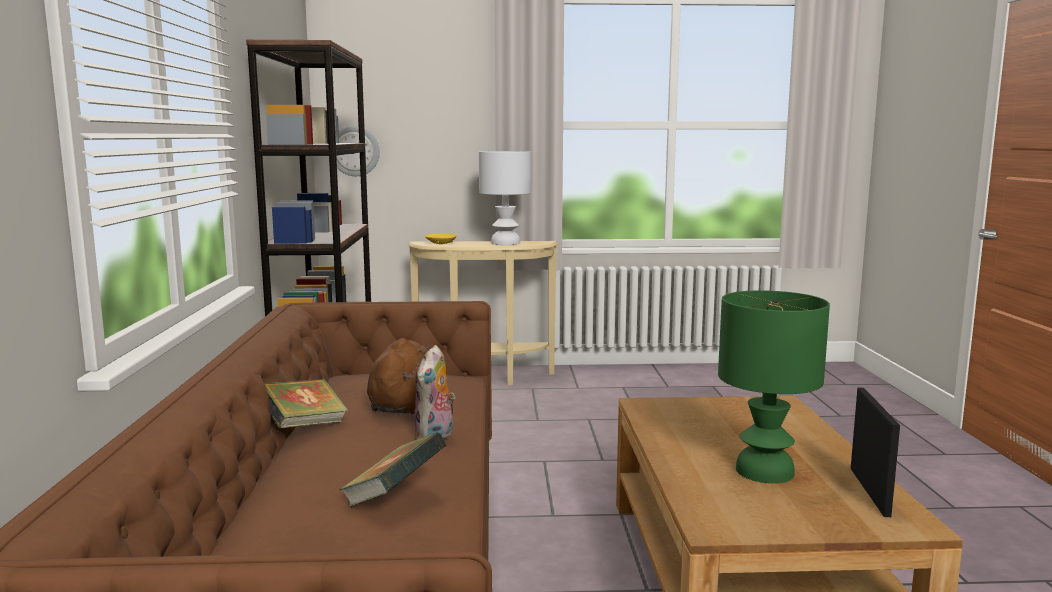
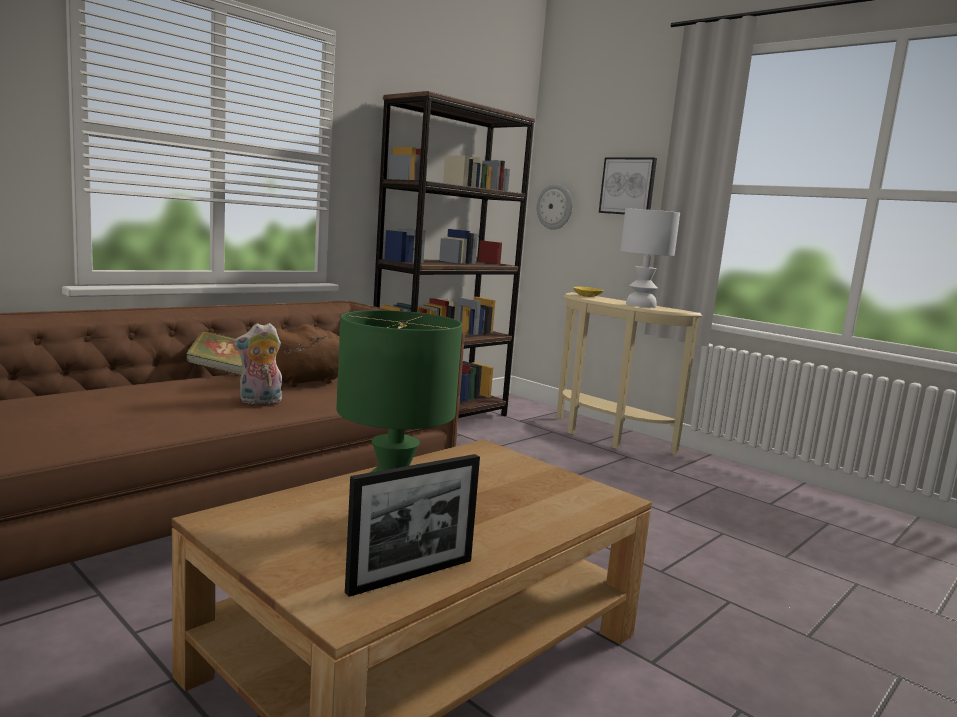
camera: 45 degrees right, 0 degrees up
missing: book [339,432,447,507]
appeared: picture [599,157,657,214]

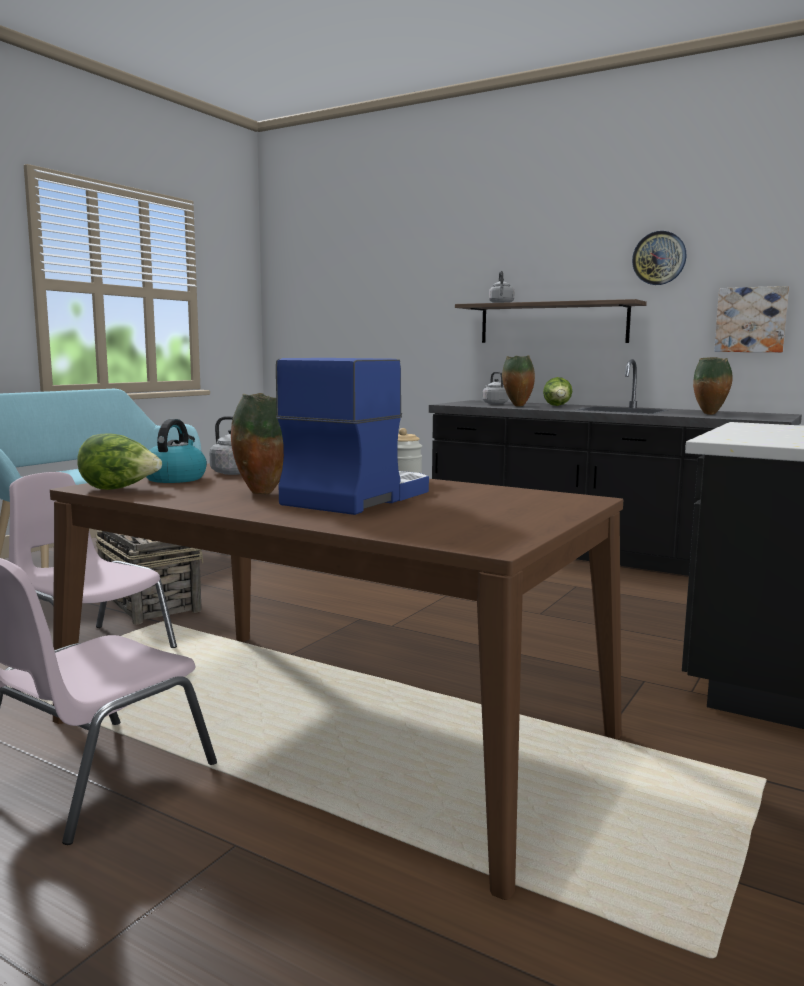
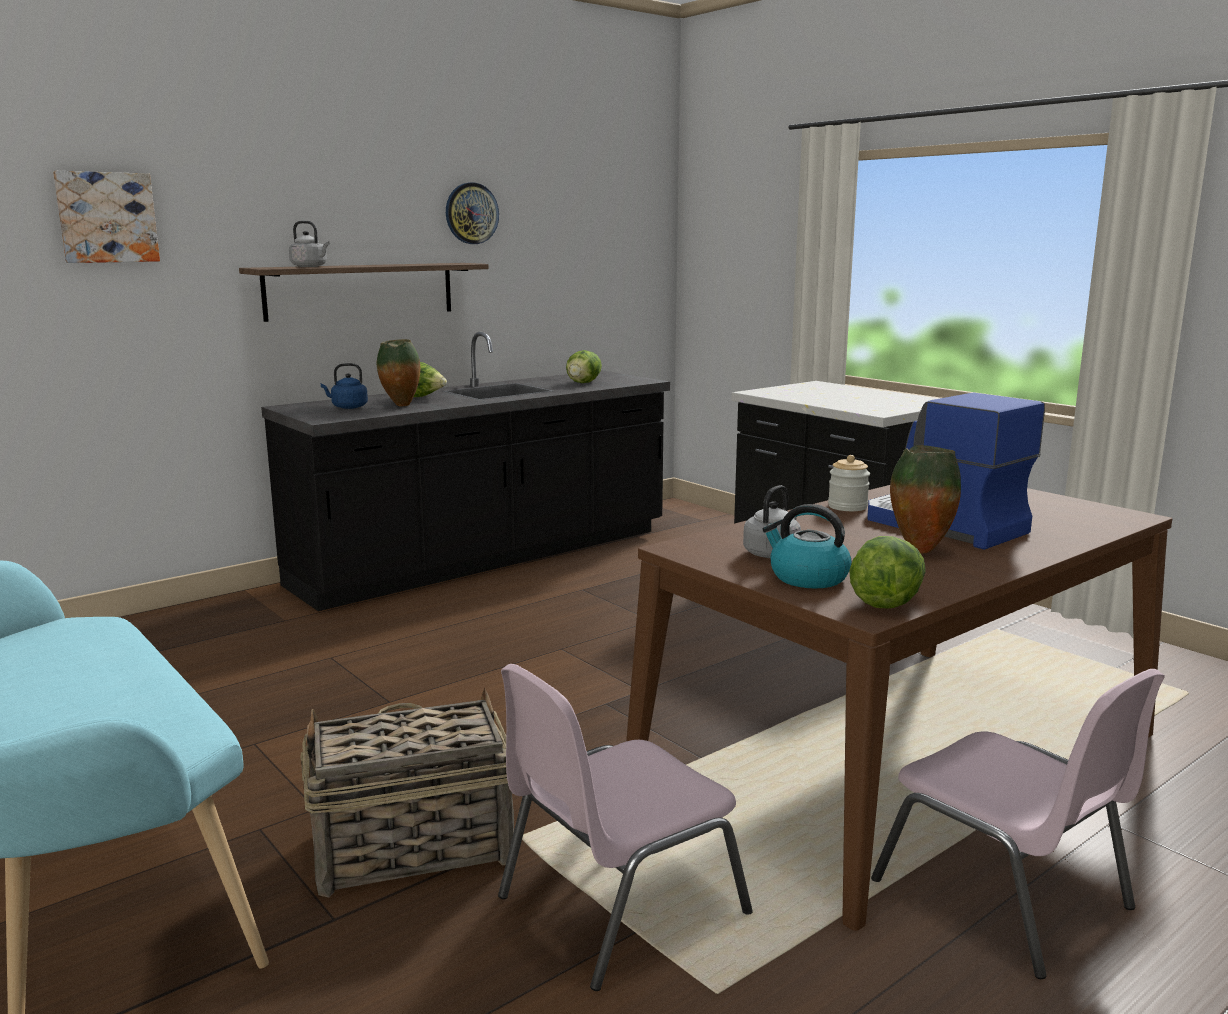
camera: 70 degrees left, 5 degrees up
relocated: picture [714,286,789,352] to [53,171,160,263]
exchanged: vase [693,357,733,415] to lettuce [566,350,602,383]
colour: kettle (grey) [483,371,509,404] to kettle (blue) [320,363,368,409]

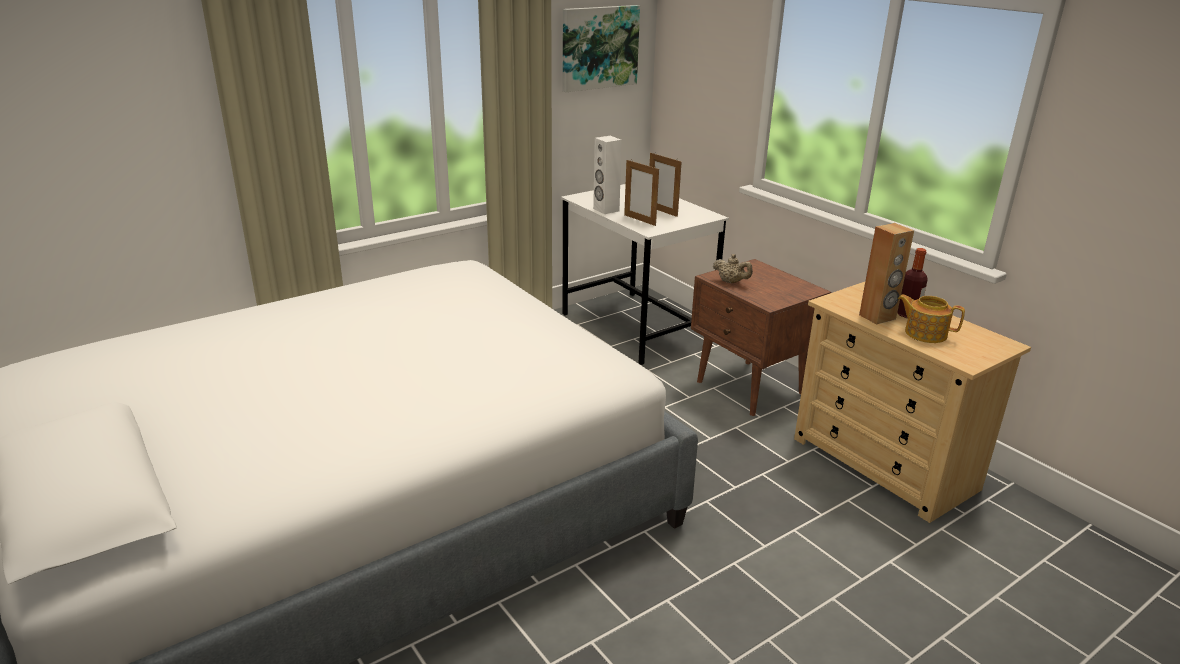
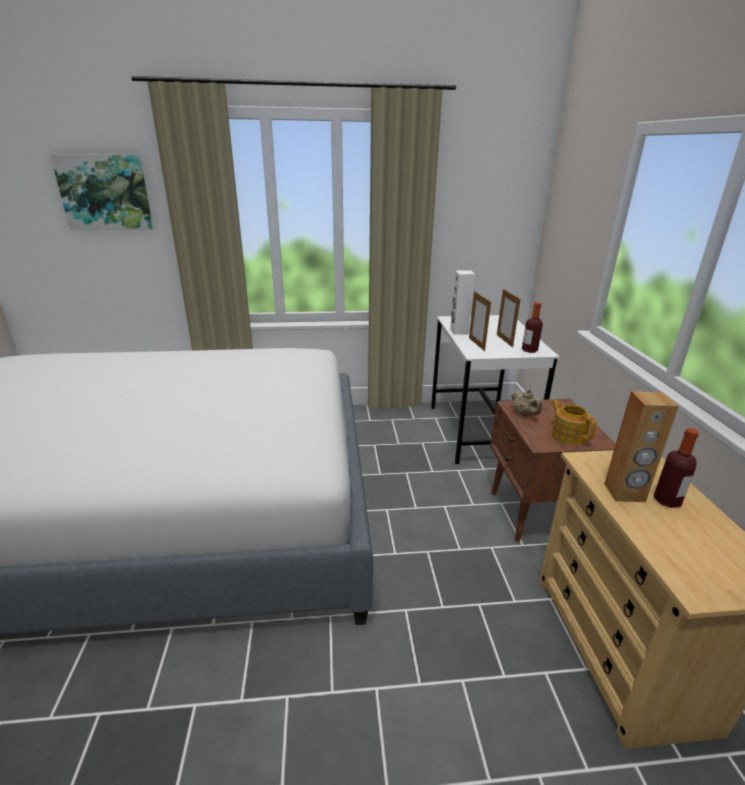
camera: 30 degrees right, 0 degrees up
appeared: bottle [522,302,543,353]
relocated: picture [563,5,640,92] to [50,154,153,230]; teapot [898,294,965,343] to [551,400,597,445]

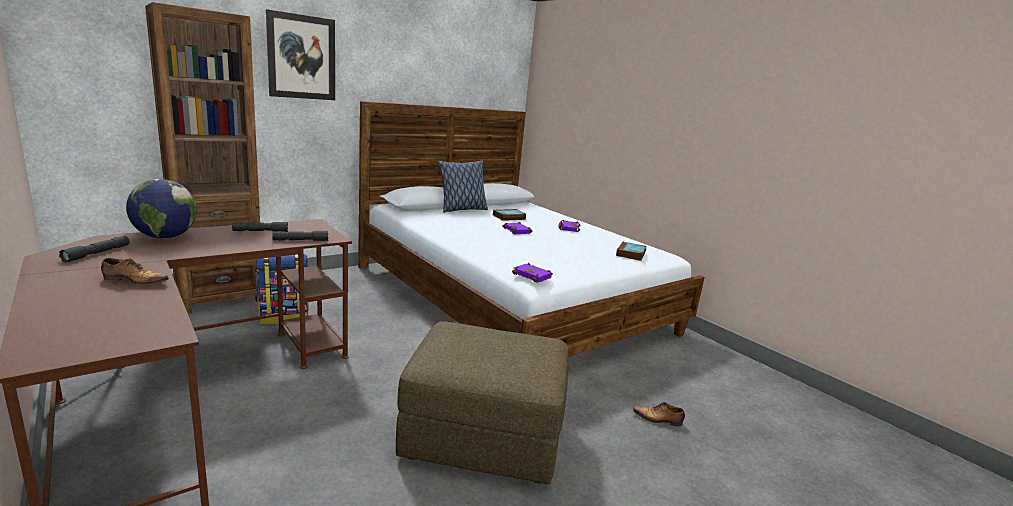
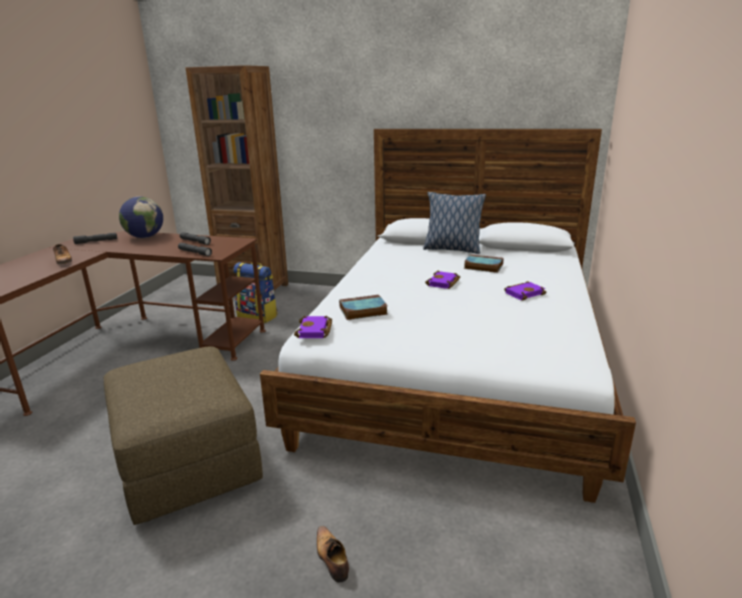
camera: 55 degrees right, 5 degrees up
missing: picture [266,9,335,100]
relocated: book [616,242,646,261] to [339,295,388,320]

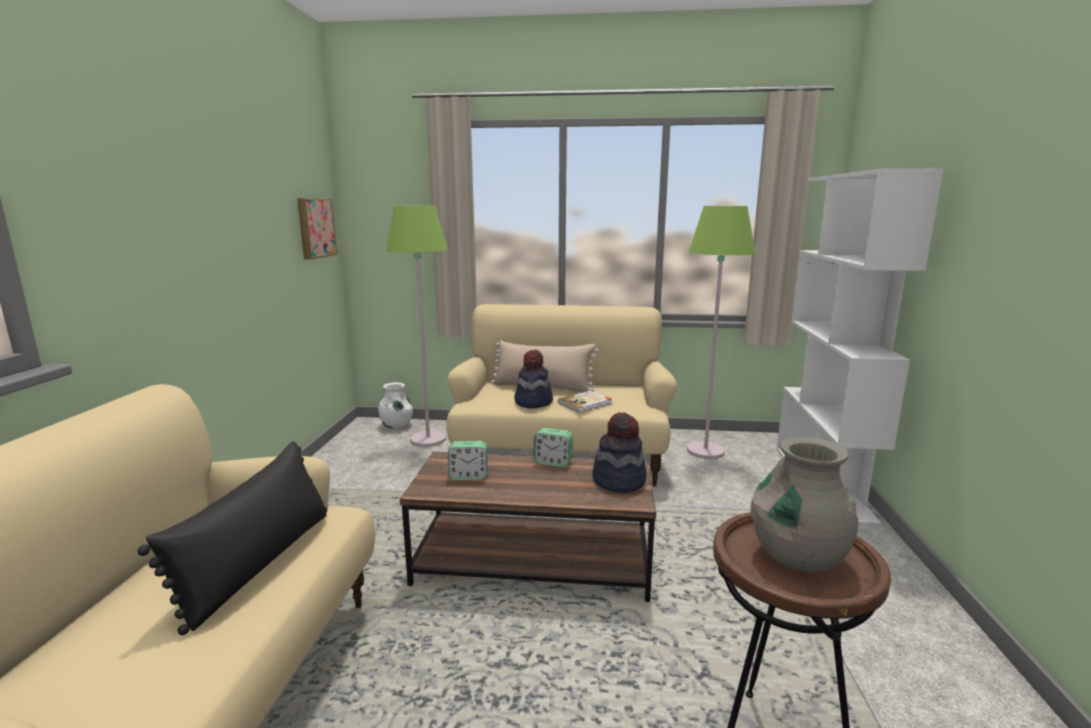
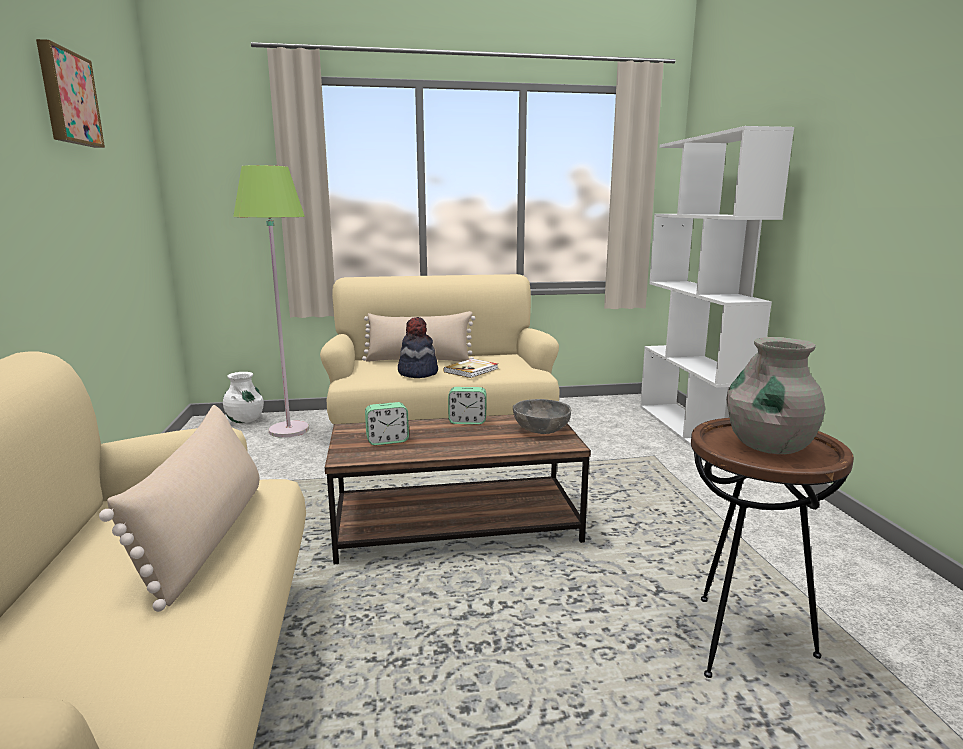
camera: 15 degrees left, 0 degrees up
missing: floor lamp (green) [687,206,755,459]
relocated: picture [297,198,337,260] to [36,39,105,148]
exchanged: hat [592,412,647,493] to bowl (grey) [513,399,571,434]
colour: pillow (black) [137,441,327,635] to pillow (beige) [99,405,260,612]

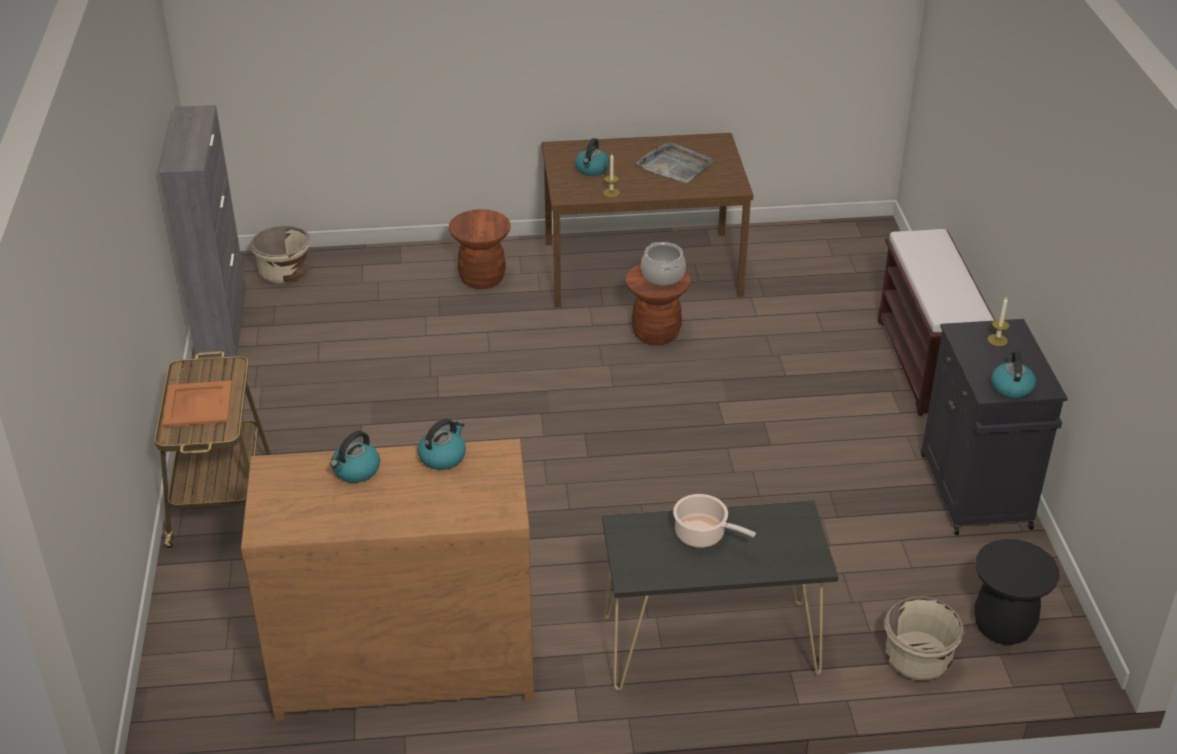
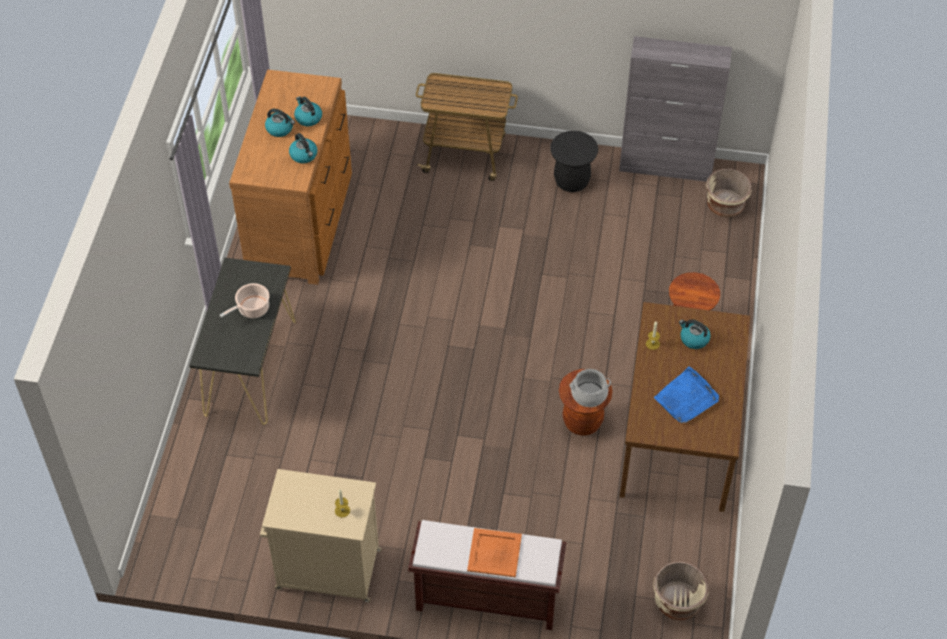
camera: 105 degrees right, 15 degrees up
relocated: kettle [991,351,1036,398] to [265,109,295,137]; tray (orange) [162,380,232,427] to [467,528,522,578]; stool (black) [974,539,1059,645] to [550,131,598,192]; planter (beige) [884,595,964,680] to [653,561,709,620]
colour: tray (grey) [636,142,713,183] to tray (blue) [654,366,719,423]; cabinet (black) [921,319,1068,535] to cabinet (beige) [260,469,382,602]

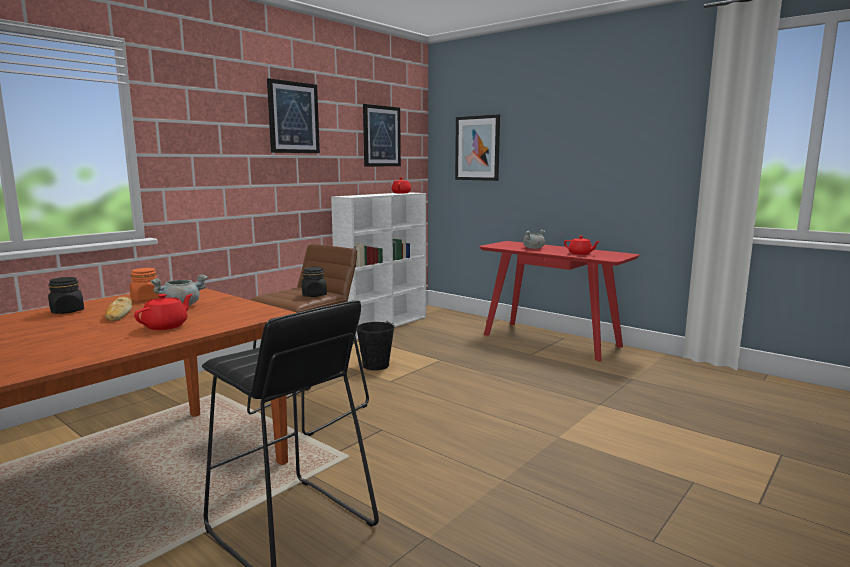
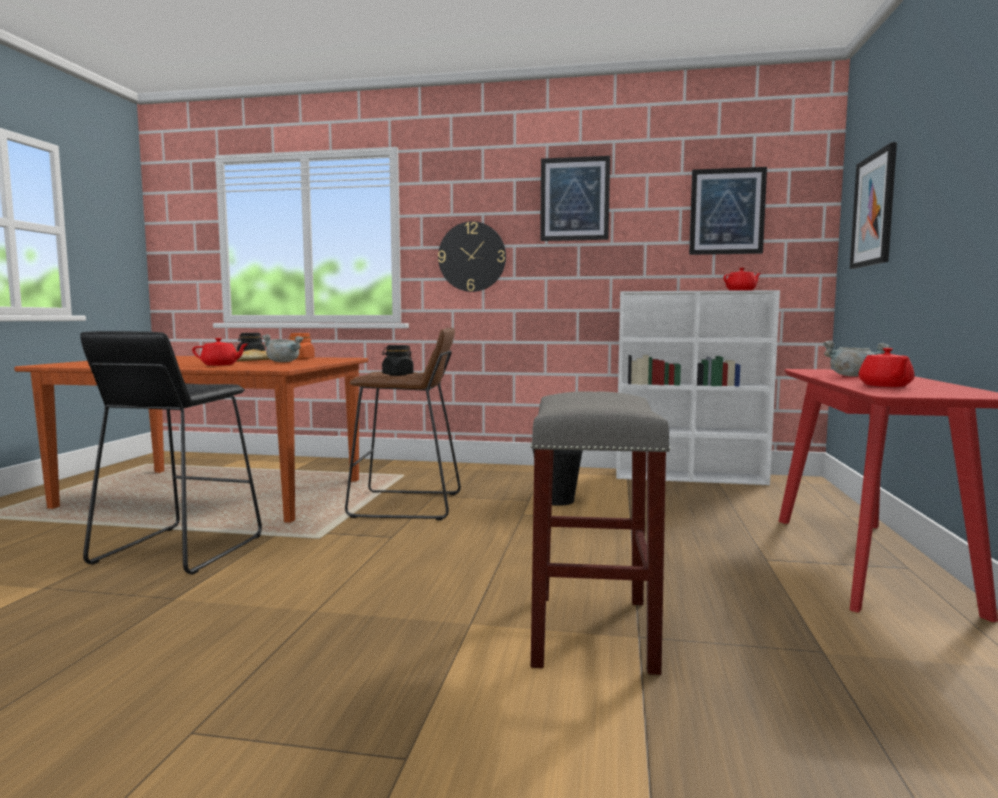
camera: 60 degrees right, 5 degrees down
appeared: wall clock [438,221,506,292]; stool (grey) [530,391,670,675]

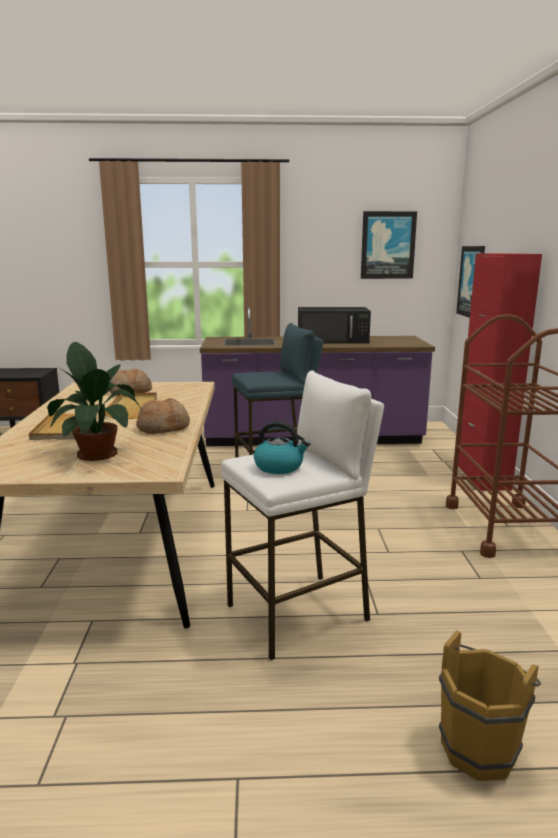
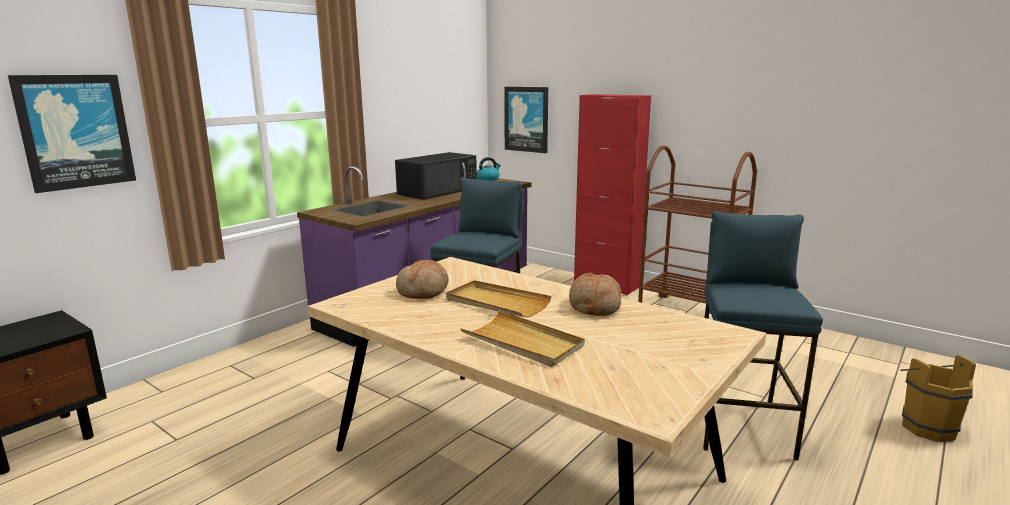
camera: 50 degrees left, 0 degrees up
missing: potted plant [47,342,142,461]
relocated: picture [361,211,417,279] to [8,75,136,193]; kettle [254,421,311,474] to [477,157,501,181]
colour: stool (white) [221,370,384,661] to stool (blue) [703,211,823,460]

